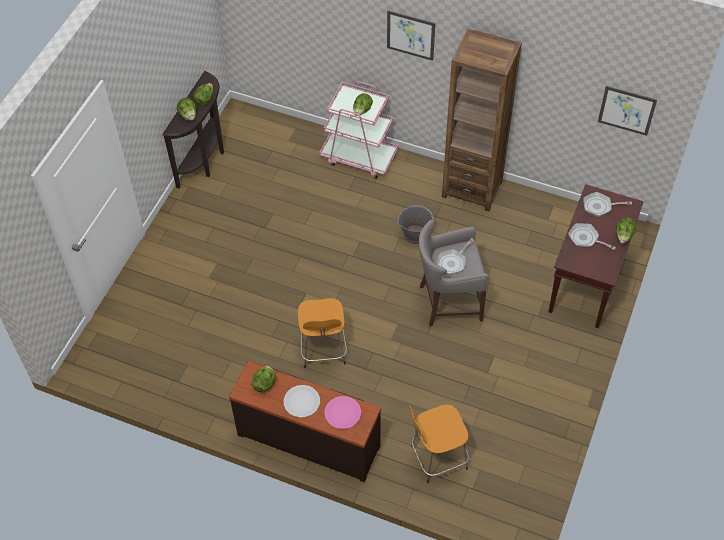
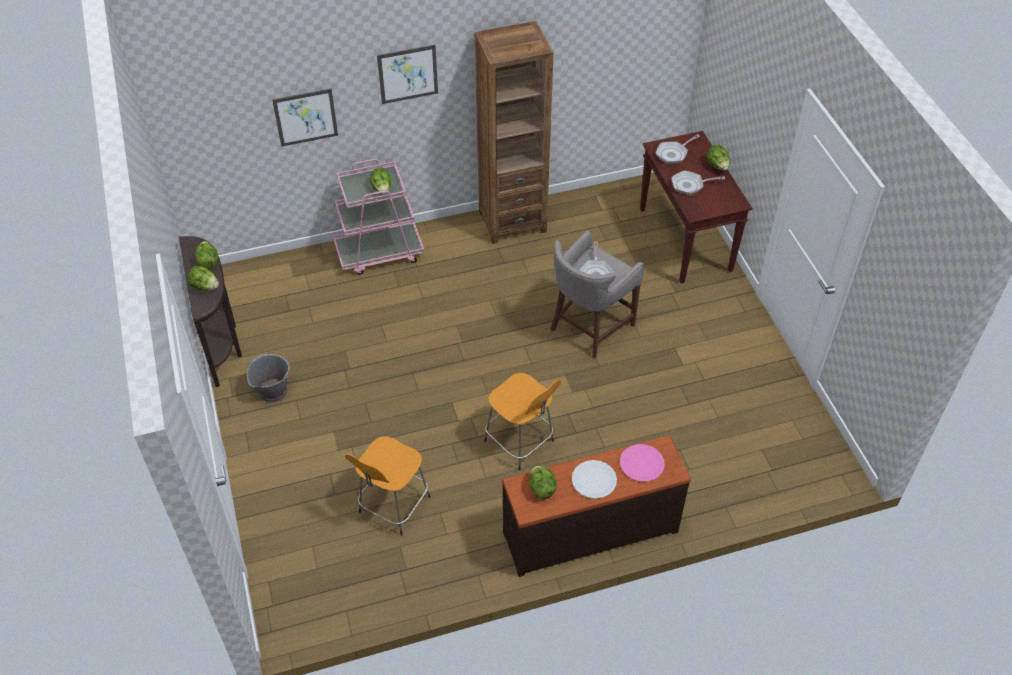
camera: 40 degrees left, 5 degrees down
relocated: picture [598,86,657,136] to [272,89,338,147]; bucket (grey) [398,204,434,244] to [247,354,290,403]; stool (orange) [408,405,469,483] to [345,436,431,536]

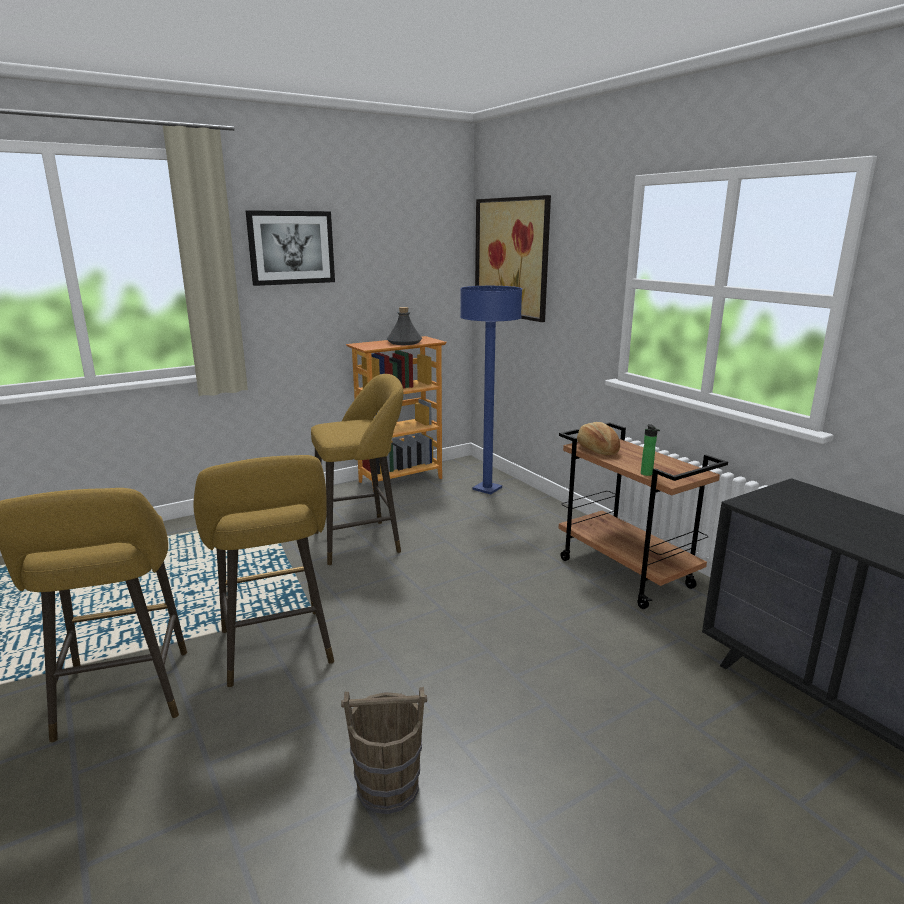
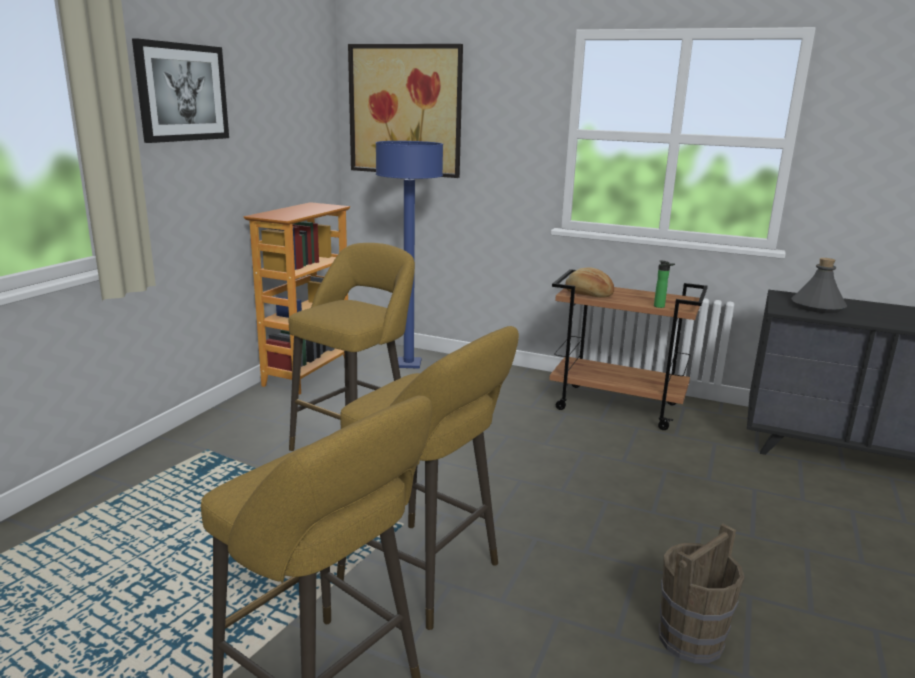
camera: 35 degrees left, 0 degrees up
relocated: bottle (grey) [387,307,422,345] to [791,258,847,313]

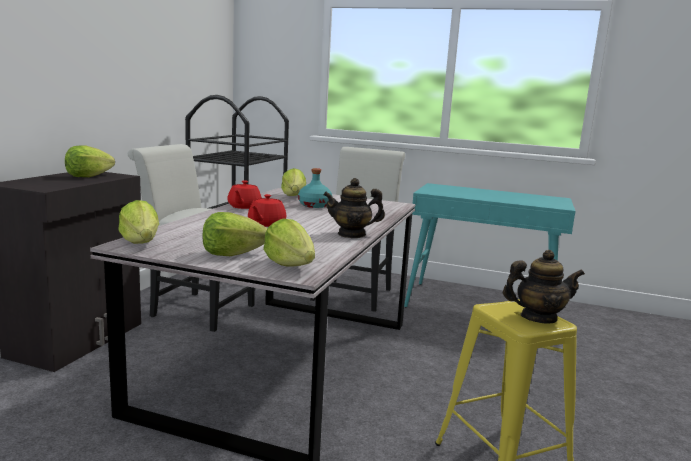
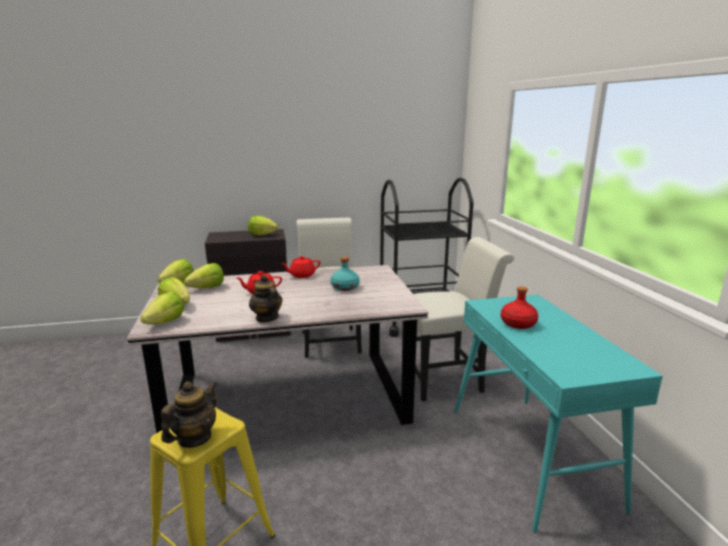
camera: 60 degrees right, 5 degrees up
appeared: bottle (red) [501,286,538,329]
relocated: lettuce [281,168,306,196] to [184,263,224,288]
spun: teapot [503,250,585,324] = [161,381,217,448] 120 degrees counterclockwise

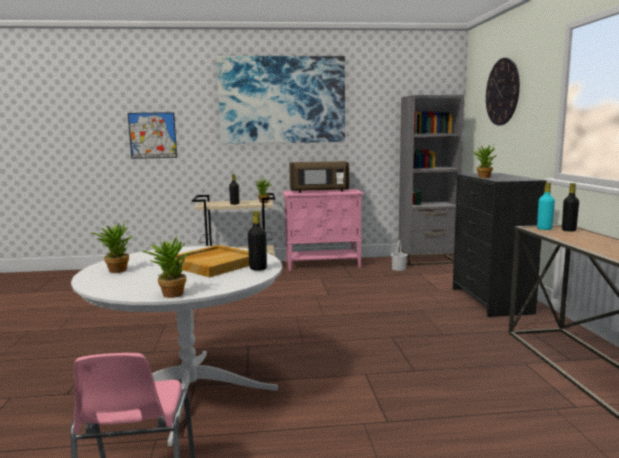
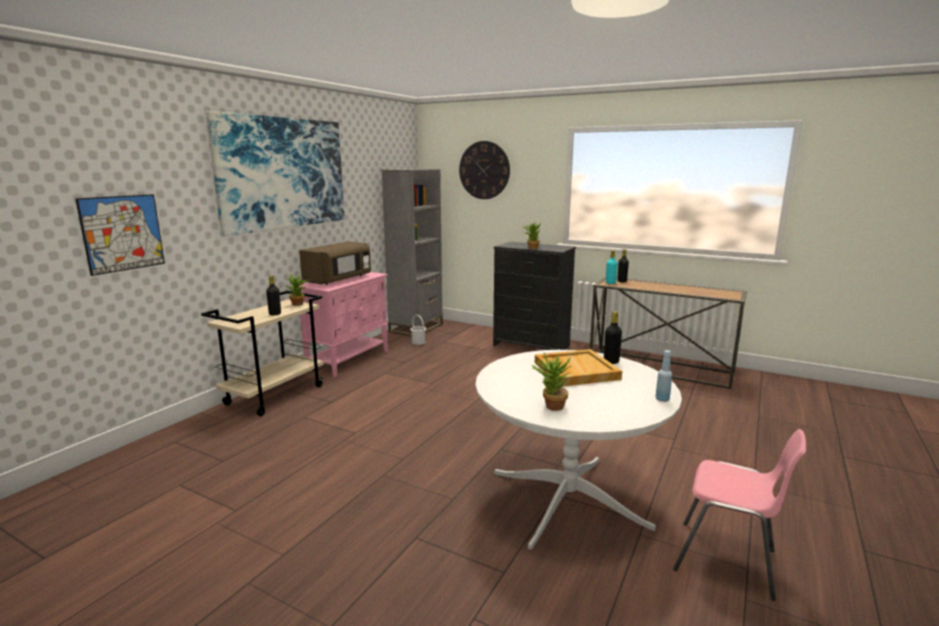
camera: 55 degrees left, 5 degrees up
exchanged: potted plant [142,234,190,298] to bottle (blue) [655,350,672,402]

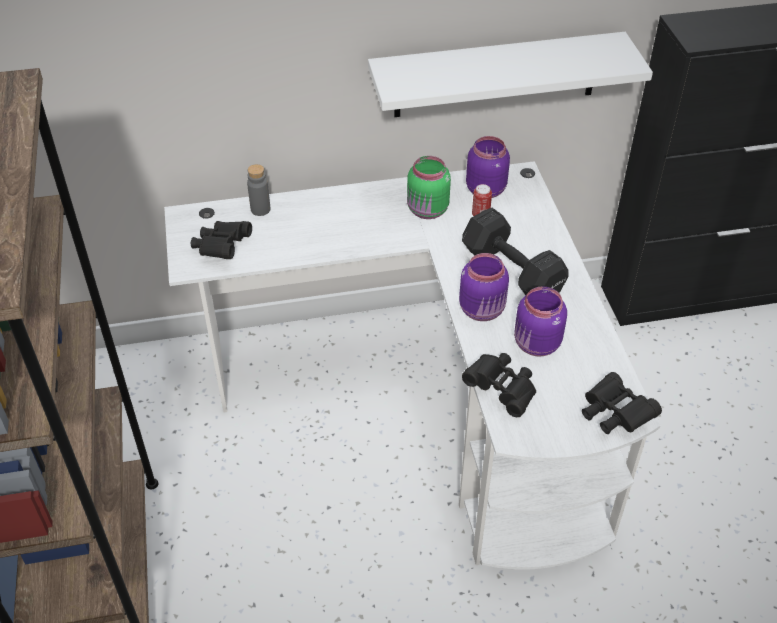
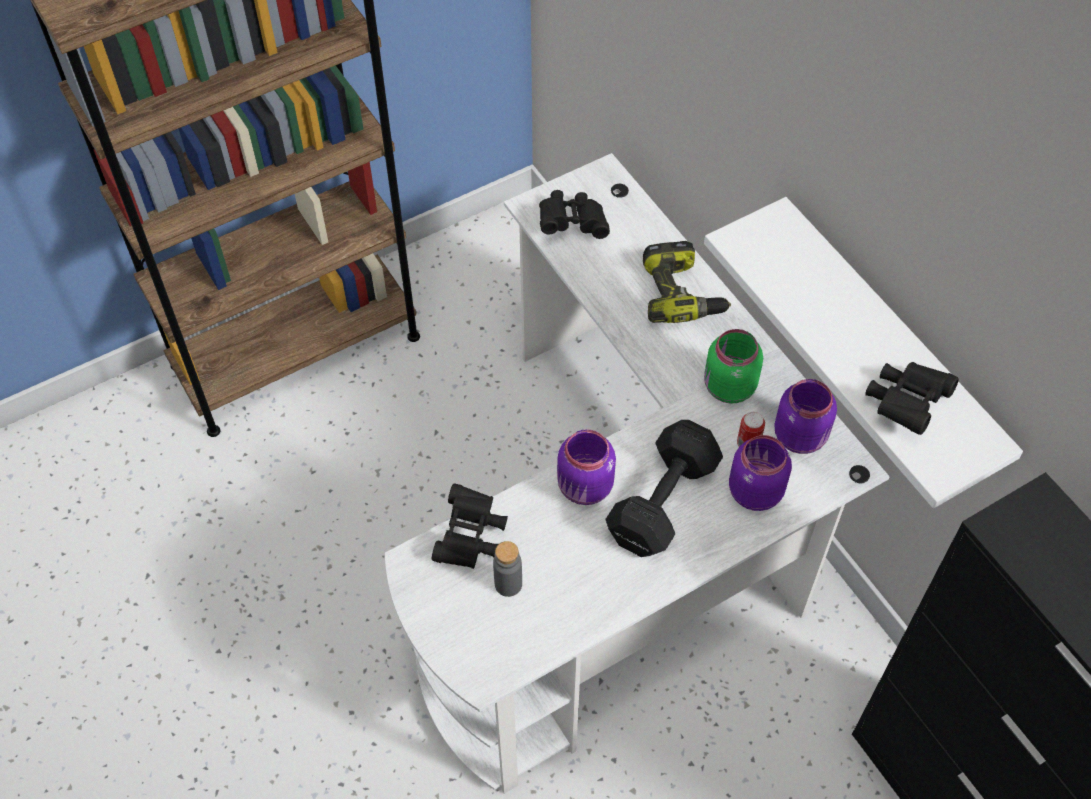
camera: 70 degrees right, 10 degrees up
appeared: power drill [643,241,731,323]
relocated: bottle (grey) [247,164,270,216] to [493,541,522,597]; jar (purple) [514,286,567,357] to [729,435,792,511]; binoculars (black) [582,372,662,434] to [865,362,959,435]

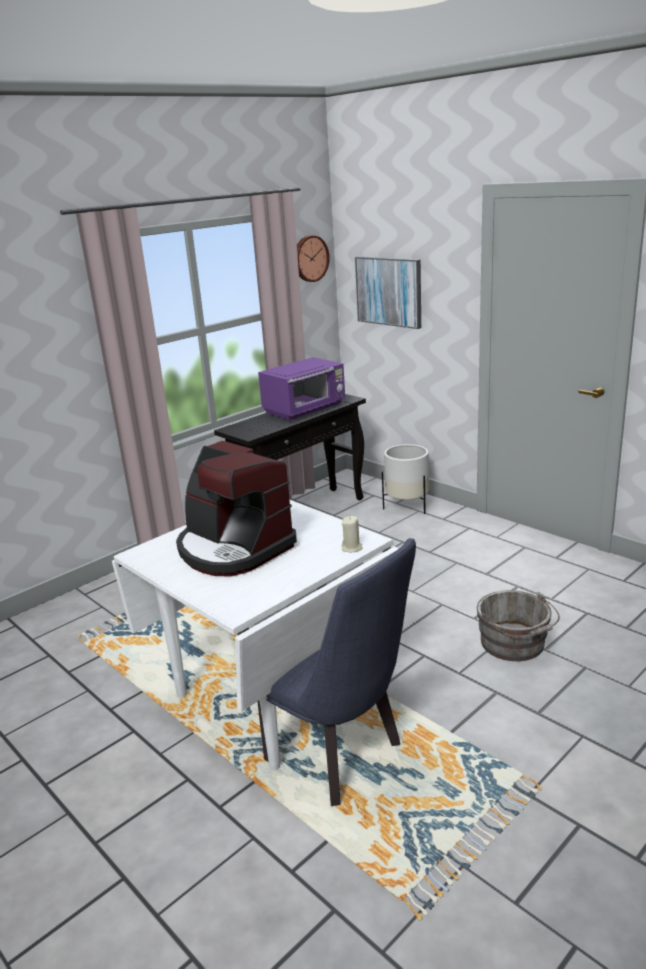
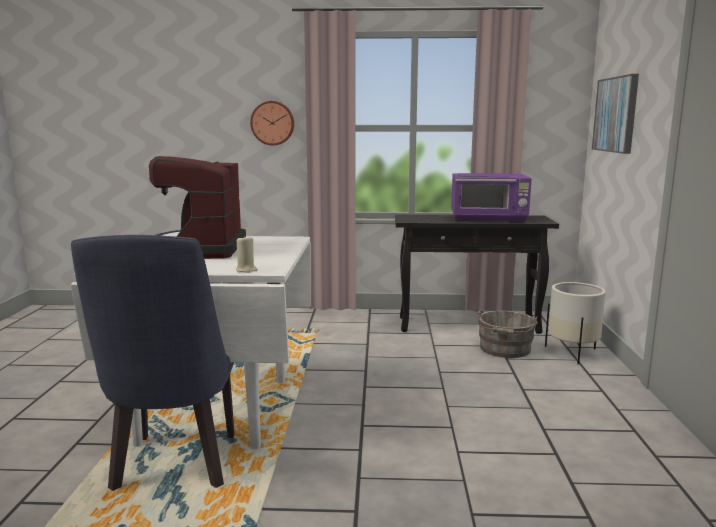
camera: 45 degrees right, 10 degrees down
relocated: wall clock [297,235,330,282] to [250,101,294,146]; bucket (grey) [476,590,560,661] to [477,310,538,358]

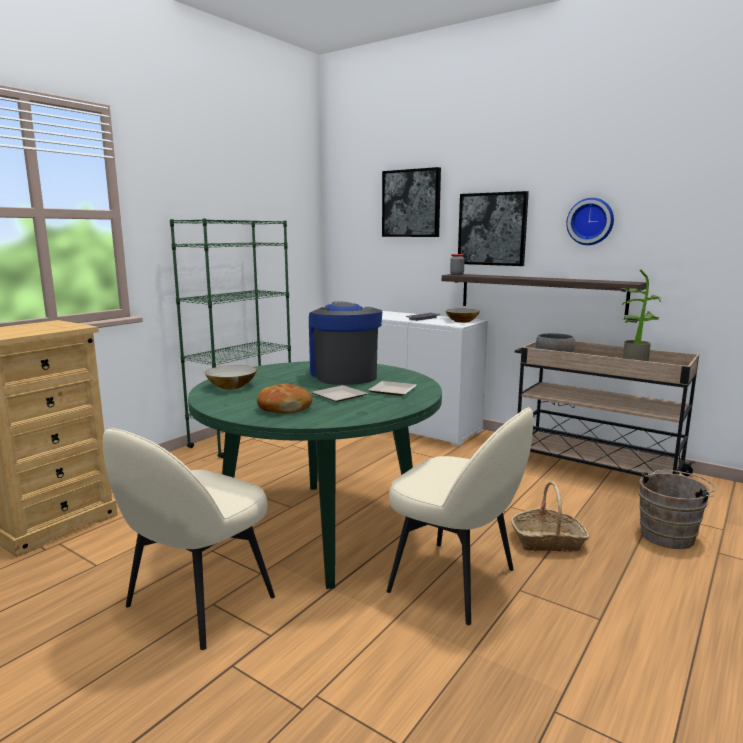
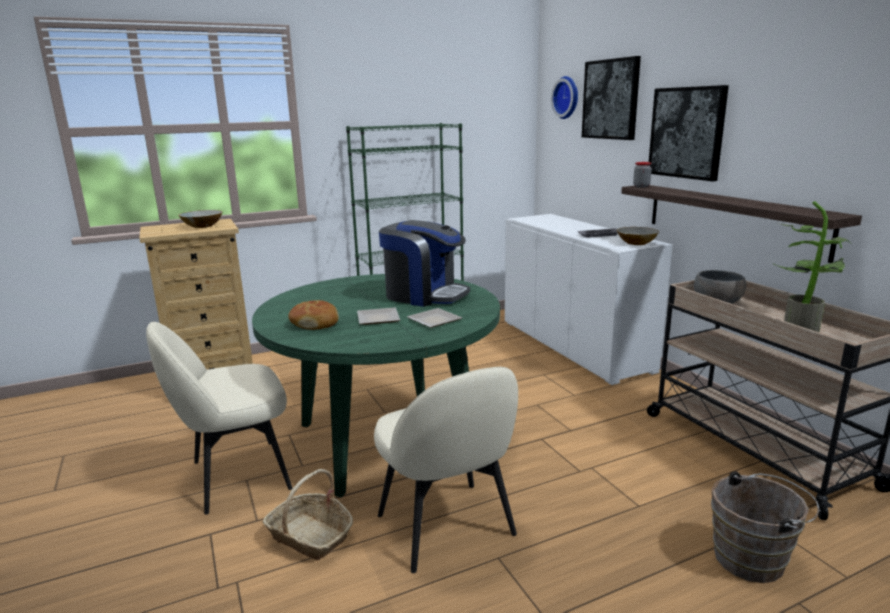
camera: 30 degrees right, 5 degrees up
relocated: wall clock [566,198,614,245] to [551,76,578,119]; bowl [204,365,257,390] to [178,210,222,228]; basket [511,481,590,552] to [262,469,353,560]
spun: coffee machine [309,302,383,385] = [379,220,470,307] 105 degrees clockwise

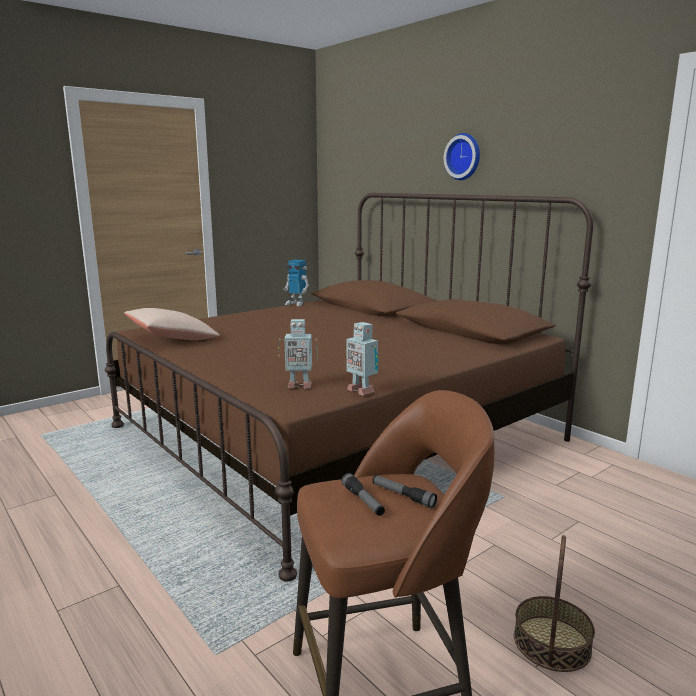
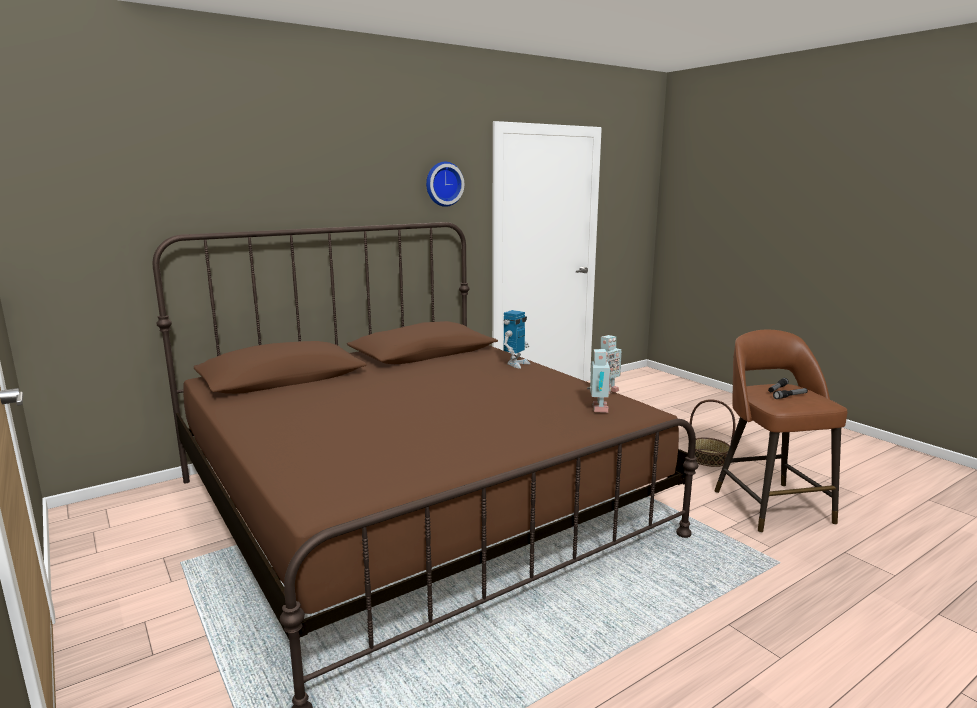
camera: 85 degrees left, 0 degrees up
missing: pillow (beige) [124,308,220,340]
relocated: wall clock [444,133,480,180] to [426,162,464,207]; toy robot [283,260,309,306] to [503,310,530,369]

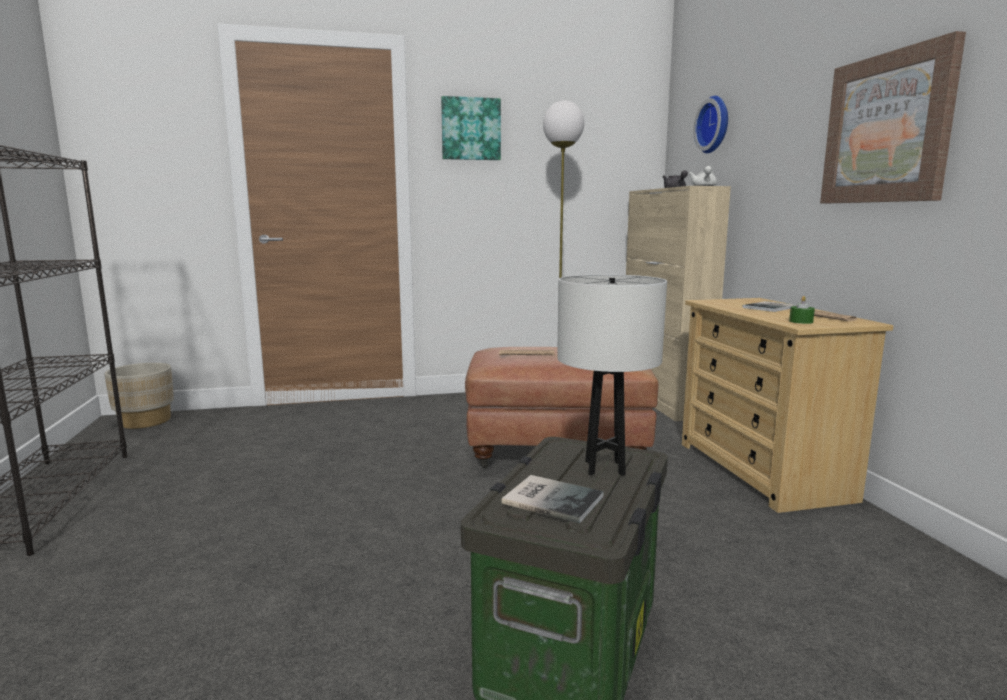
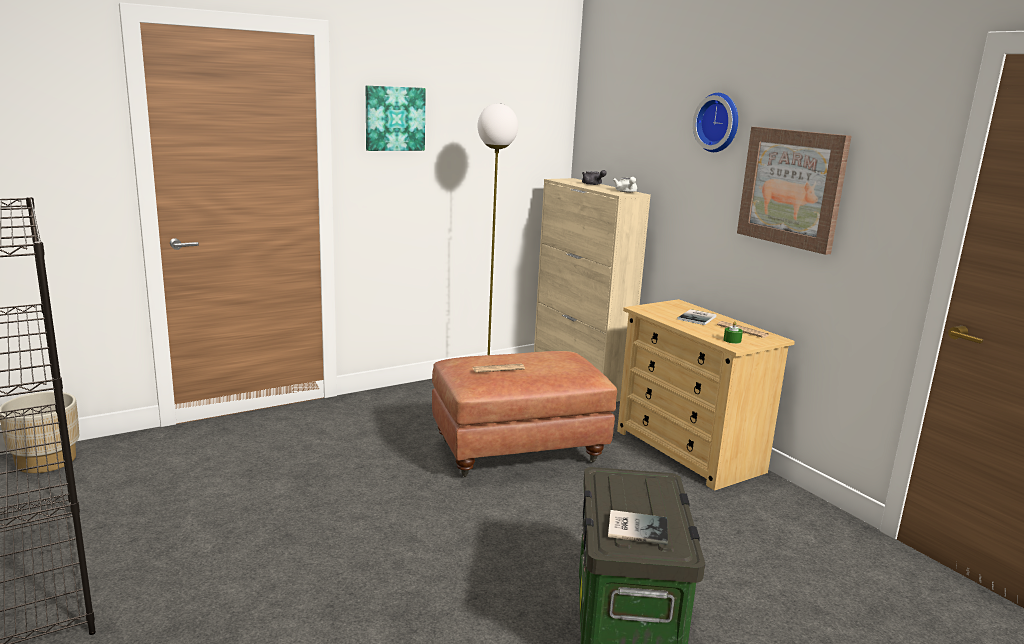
camera: 20 degrees left, 5 degrees up
missing: table lamp (white) [557,274,667,476]
relocated: wall clock [693,96,728,153] to [693,93,738,152]

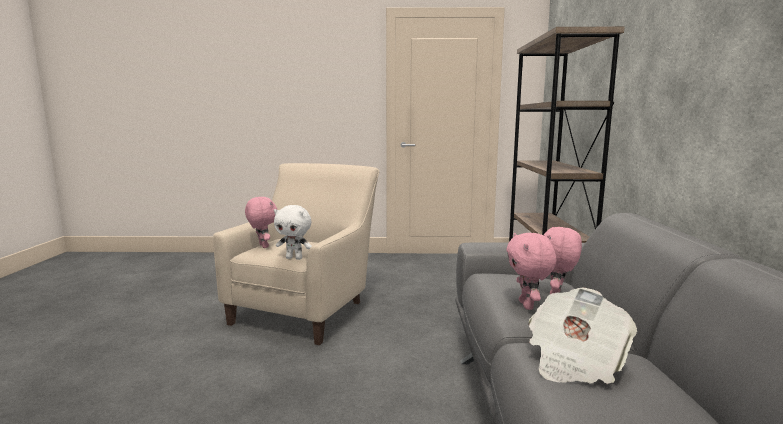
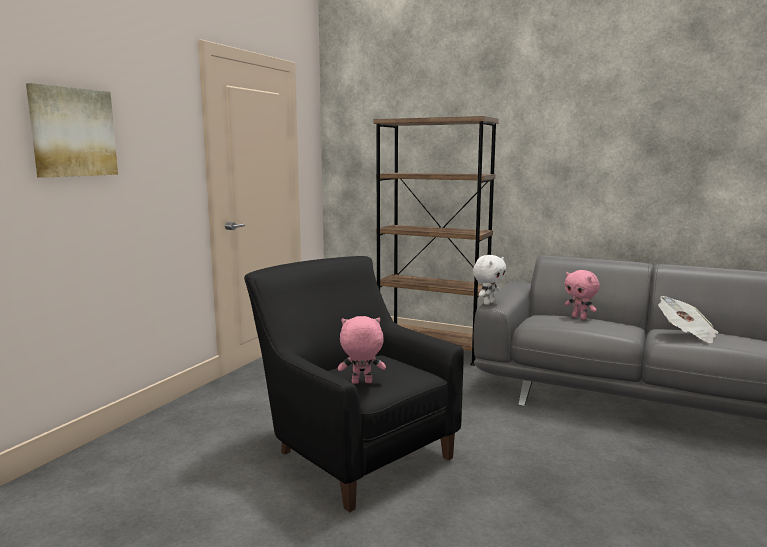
camera: 65 degrees left, 0 degrees up
missing: plush toy (pink) [506,233,556,310]
appeared: picture [26,83,118,178]
relocated: plush toy (white) [274,205,312,260] to [473,255,506,305]
colour: armchair (beige) [213,163,379,345] to armchair (black) [244,256,464,512]

